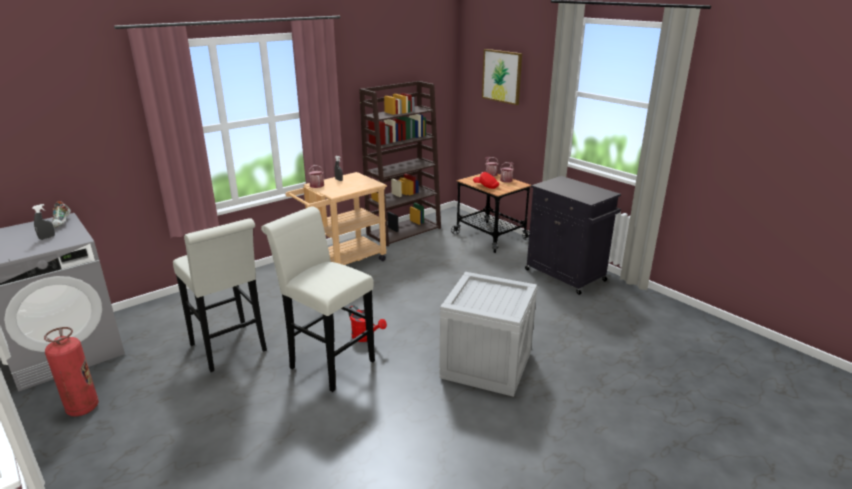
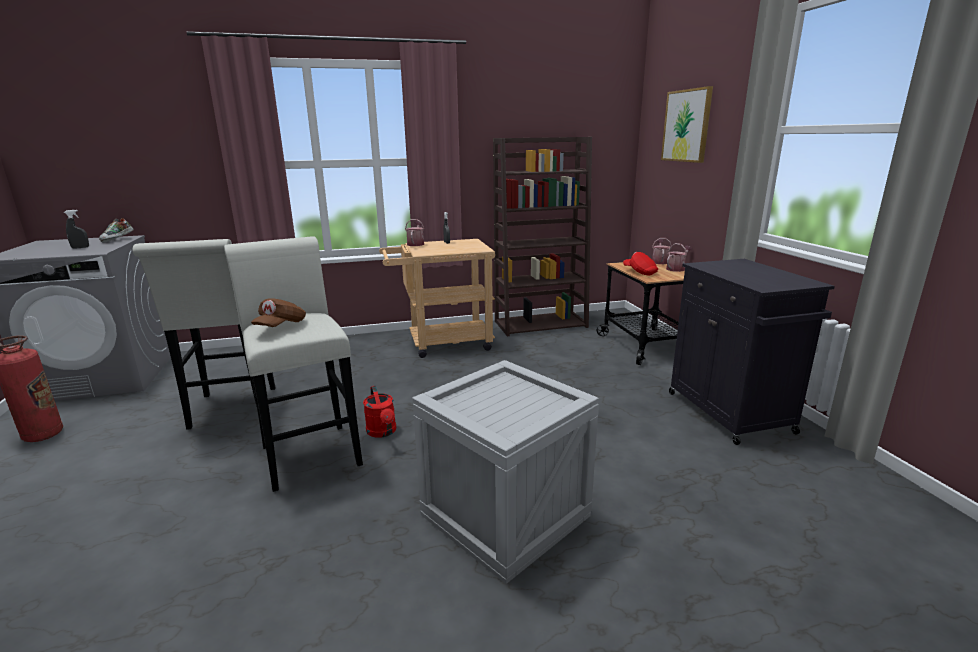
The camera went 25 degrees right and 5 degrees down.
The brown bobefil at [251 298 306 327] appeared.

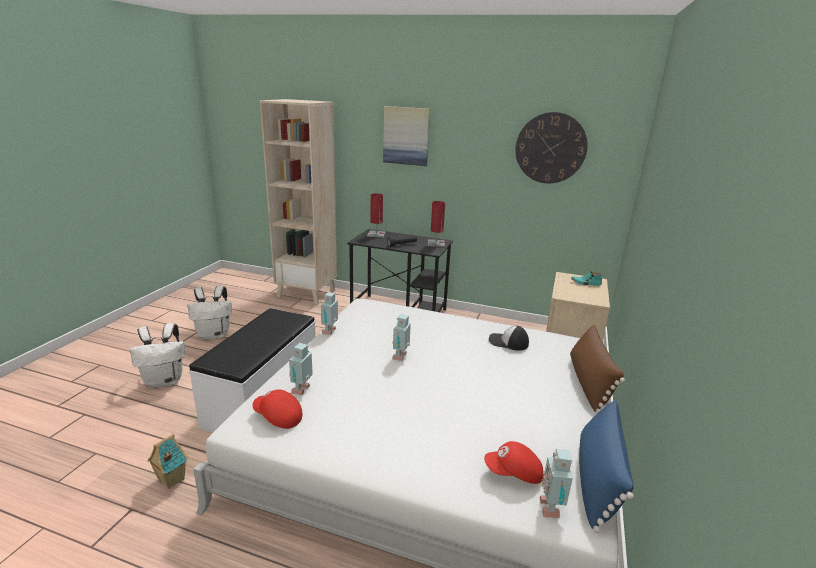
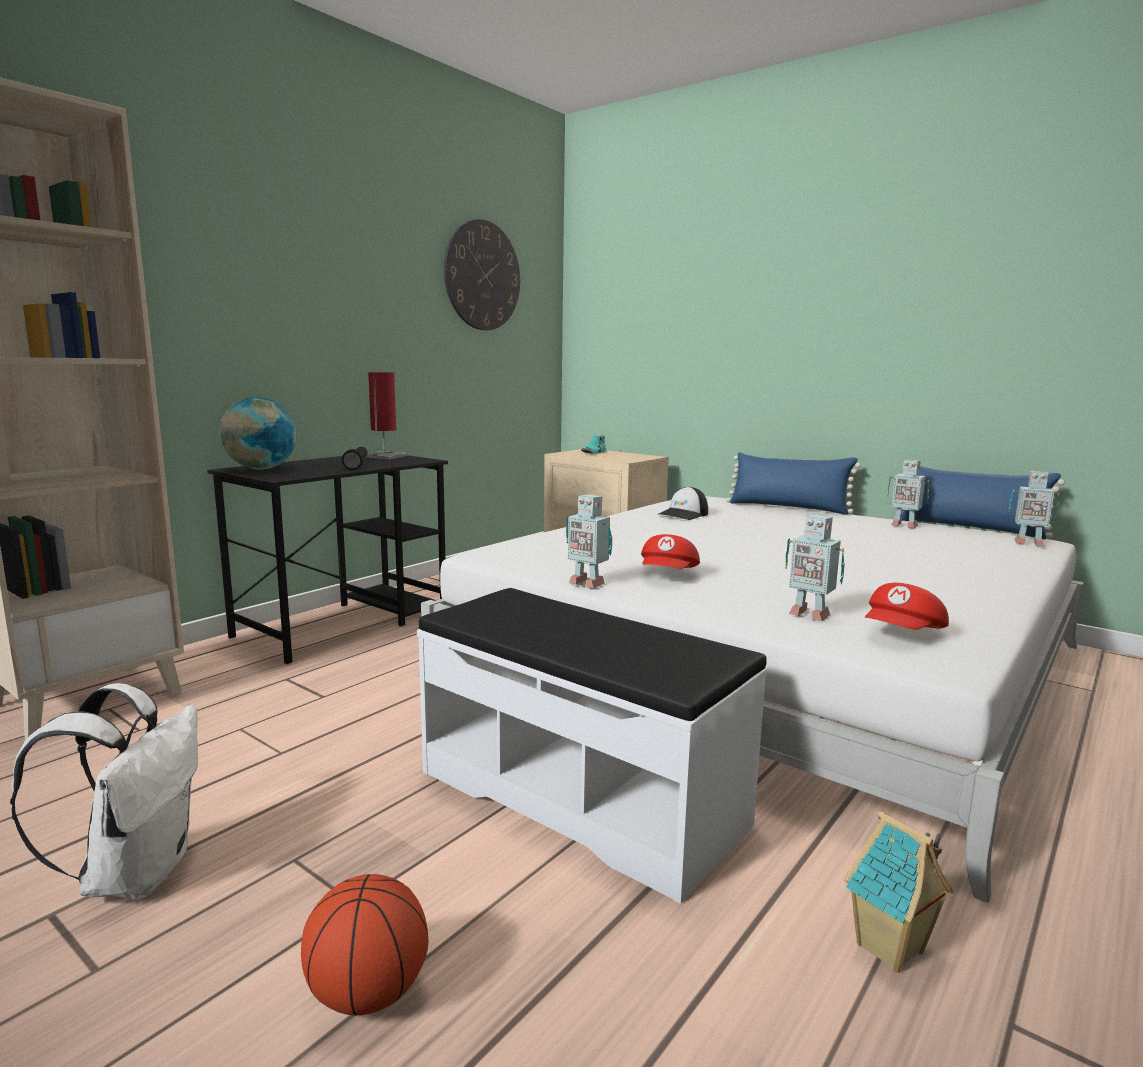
The camera went 70 degrees left and 10 degrees down.
The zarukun at [383 106 430 166] disappeared.
The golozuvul moved from [392 314 411 361] to [887 460 929 528].
The red bobefil moved from [484 441 543 484] to [641 534 700 569].
The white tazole at [130 323 185 388] was replaced by the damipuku at [301 874 428 1016].
The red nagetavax at [367 193 385 237] was replaced by the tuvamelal at [220 397 297 469].
The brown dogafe at [570 324 625 413] became the blue dogafe at [726 452 861 515].

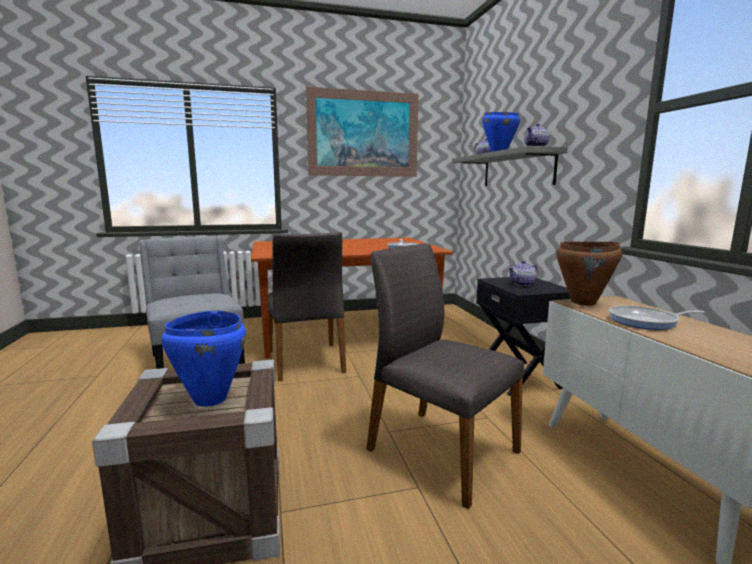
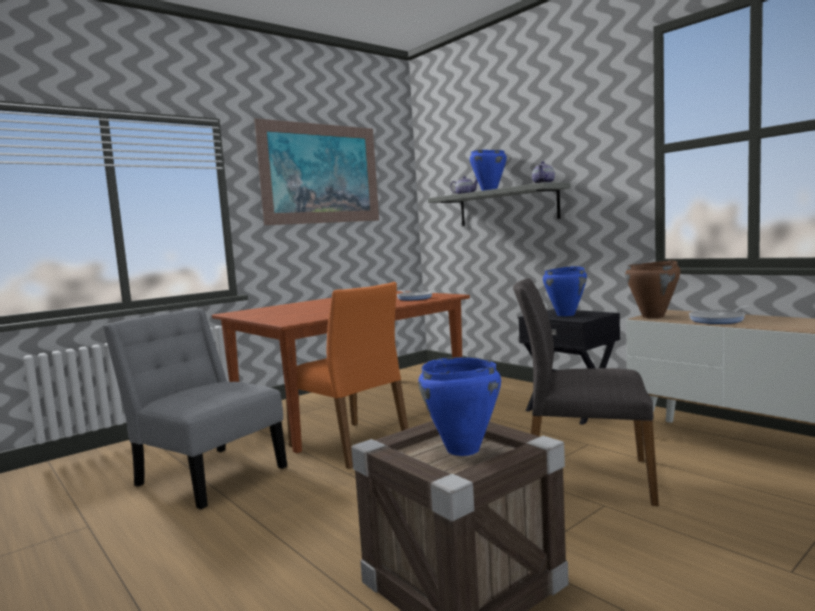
The camera went 25 degrees left and 5 degrees down.
The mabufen at [508 261 538 286] was replaced by the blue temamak at [543 266 587 316].
The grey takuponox at [268 232 346 382] became the orange takuponox at [286 282 408 469].

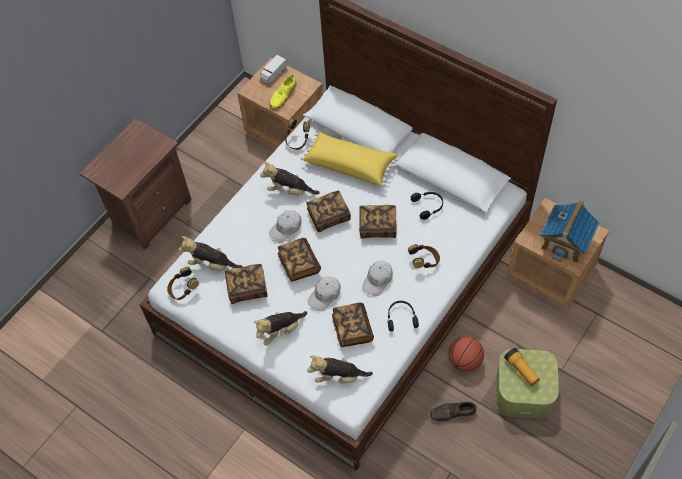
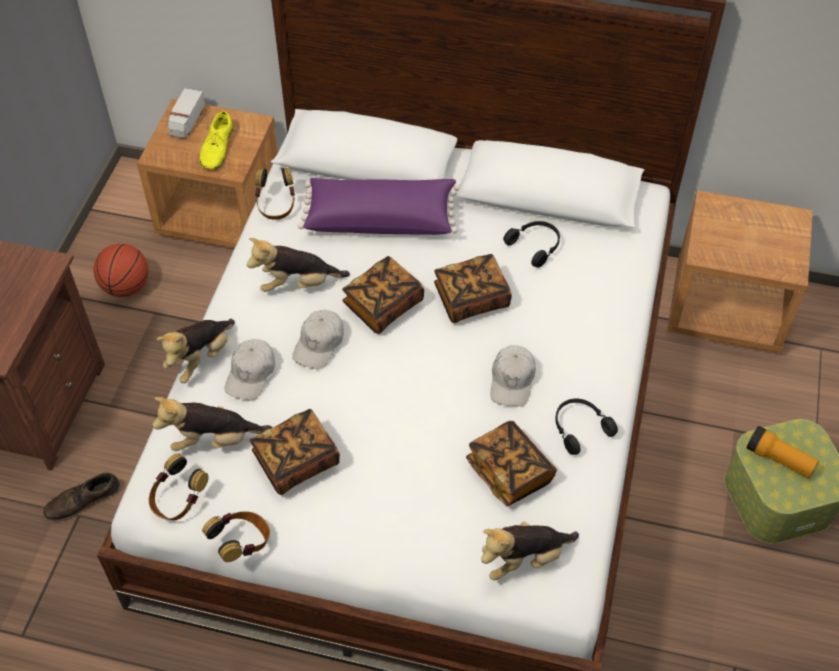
The camera went 25 degrees left and 5 degrees down.
The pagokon at [278 238 321 282] disappeared.
The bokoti at [540 200 600 263] disappeared.
The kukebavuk moved from [253 311 307 345] to [156 319 235 383].
The white bobefil moved from [308 277 341 311] to [225 339 275 400].
The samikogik moved from [408 244 440 268] to [202 511 270 562].
The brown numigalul moved from [430 402 476 422] to [43 472 120 521].
The damipuku moved from [448 336 484 372] to [94 244 149 297].
The yellow dogafe at [300 131 399 187] became the purple dogafe at [298 178 460 235].

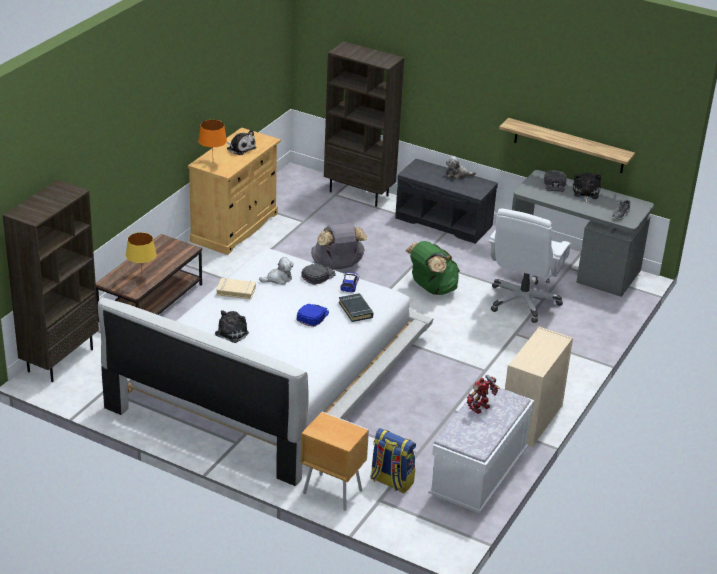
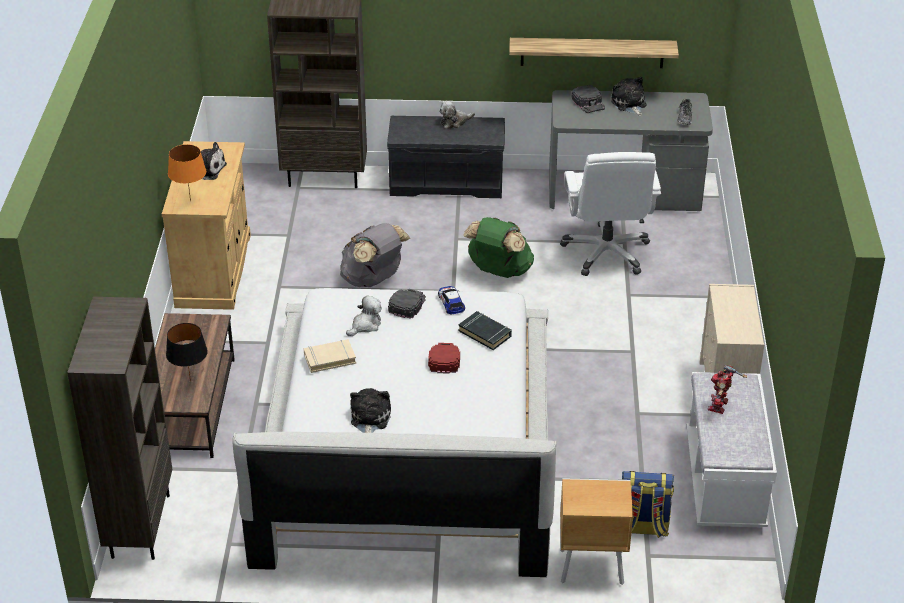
The camera went 25 degrees left and 5 degrees up.
The yellow nagetavax at [126 232 156 268] became the black nagetavax at [166 323 208 382].
The blue bobefil at [297 304 329 327] became the red bobefil at [428 343 460 374].

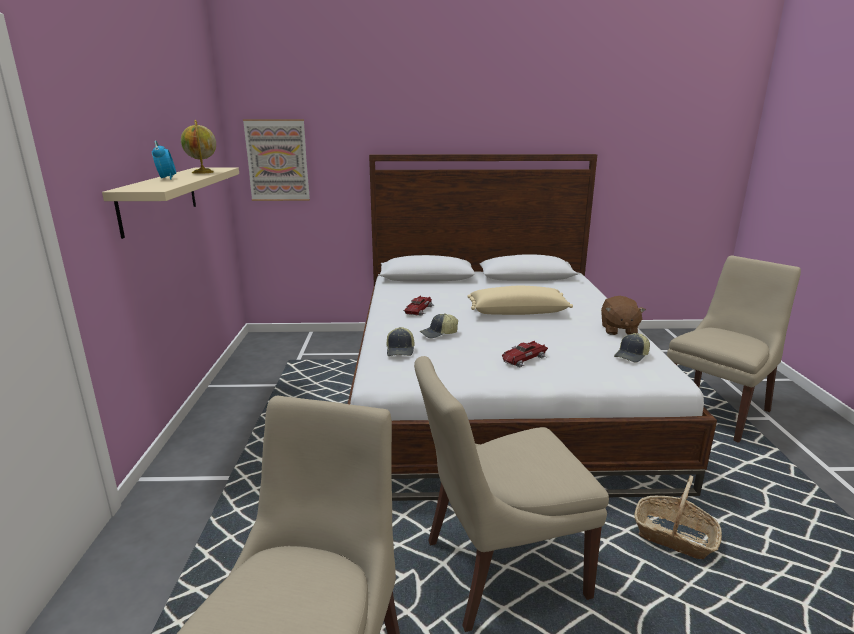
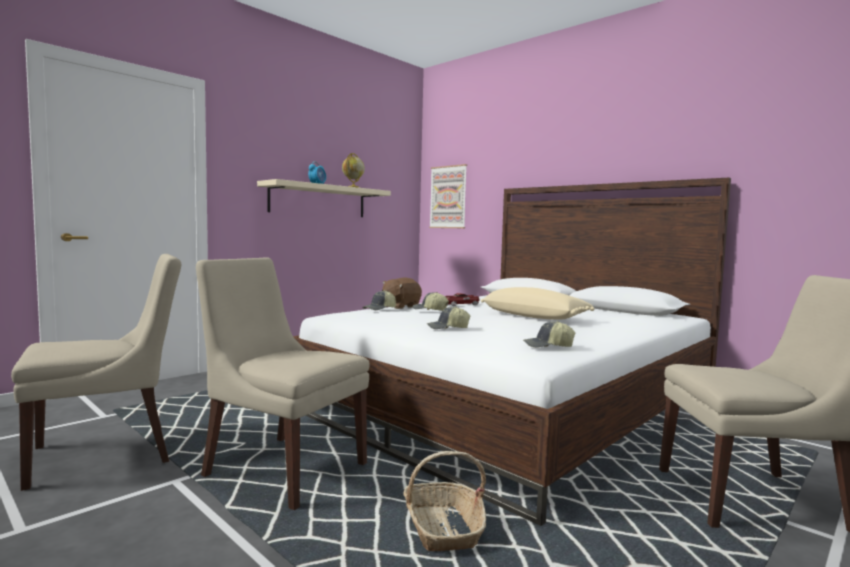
The camera went 45 degrees right and 15 degrees down.
The brown kukebavuk moved from [601 296 646 335] to [382 278 422 309].
The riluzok at [502 341 548 368] was replaced by the bobefil at [427 306 470 329].

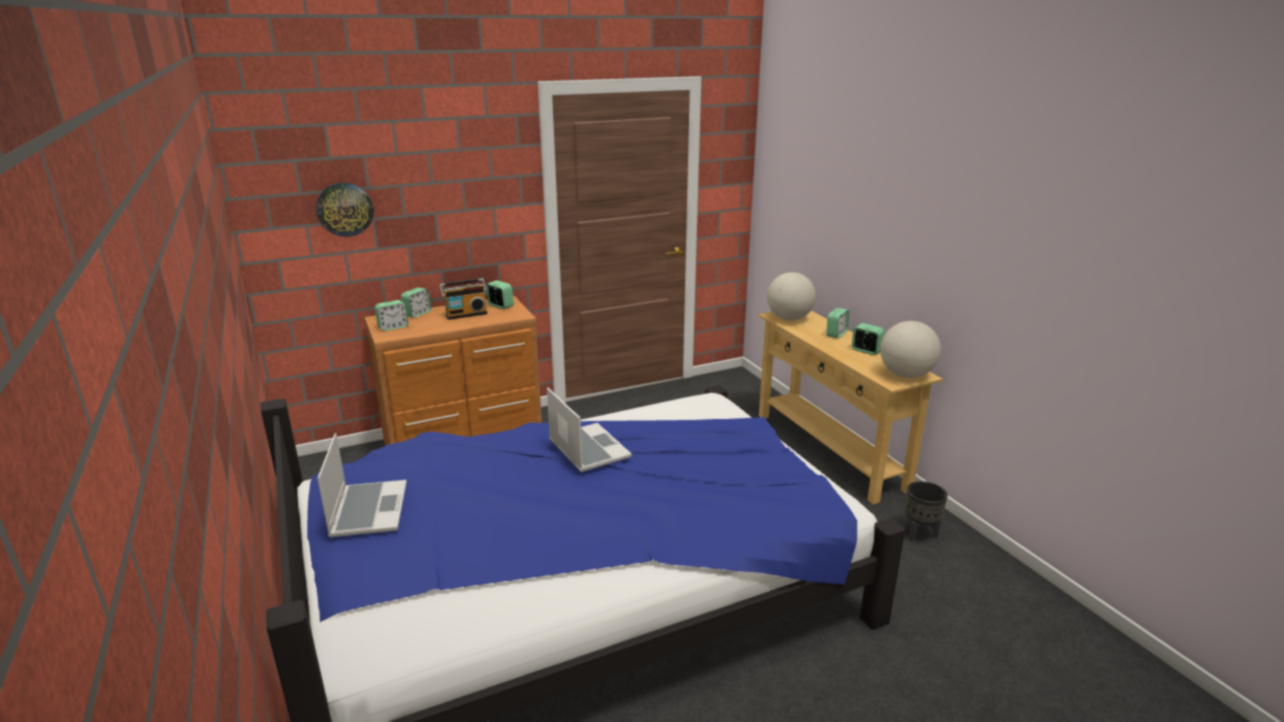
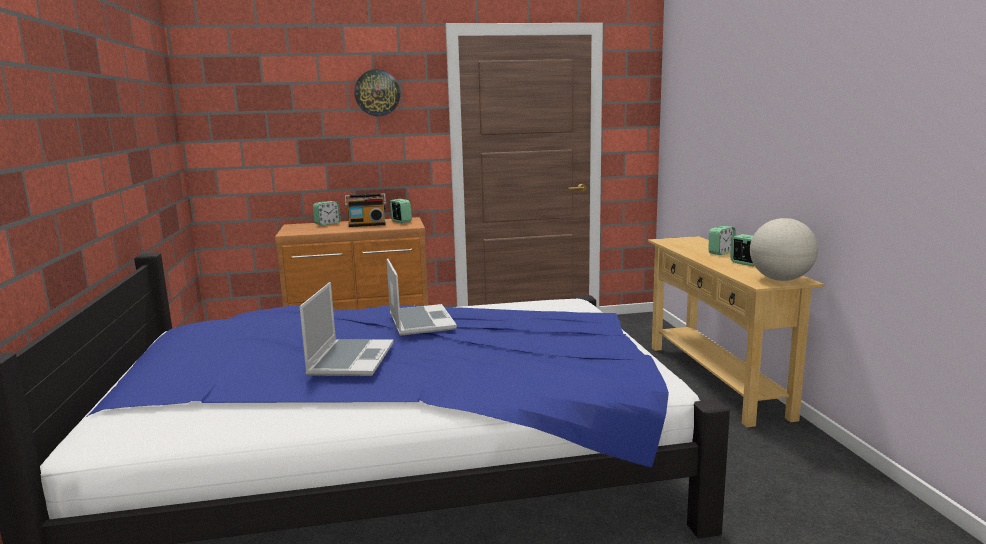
The camera went 15 degrees right and 10 degrees down.
The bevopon at [375 300 408 331] disappeared.
The tuvamelal at [767 272 816 320] disappeared.
The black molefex at [905 481 948 542] disappeared.
The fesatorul moved from [316 182 374 237] to [354 70 400 116].
The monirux moved from [317 433 407 537] to [300 282 394 376].

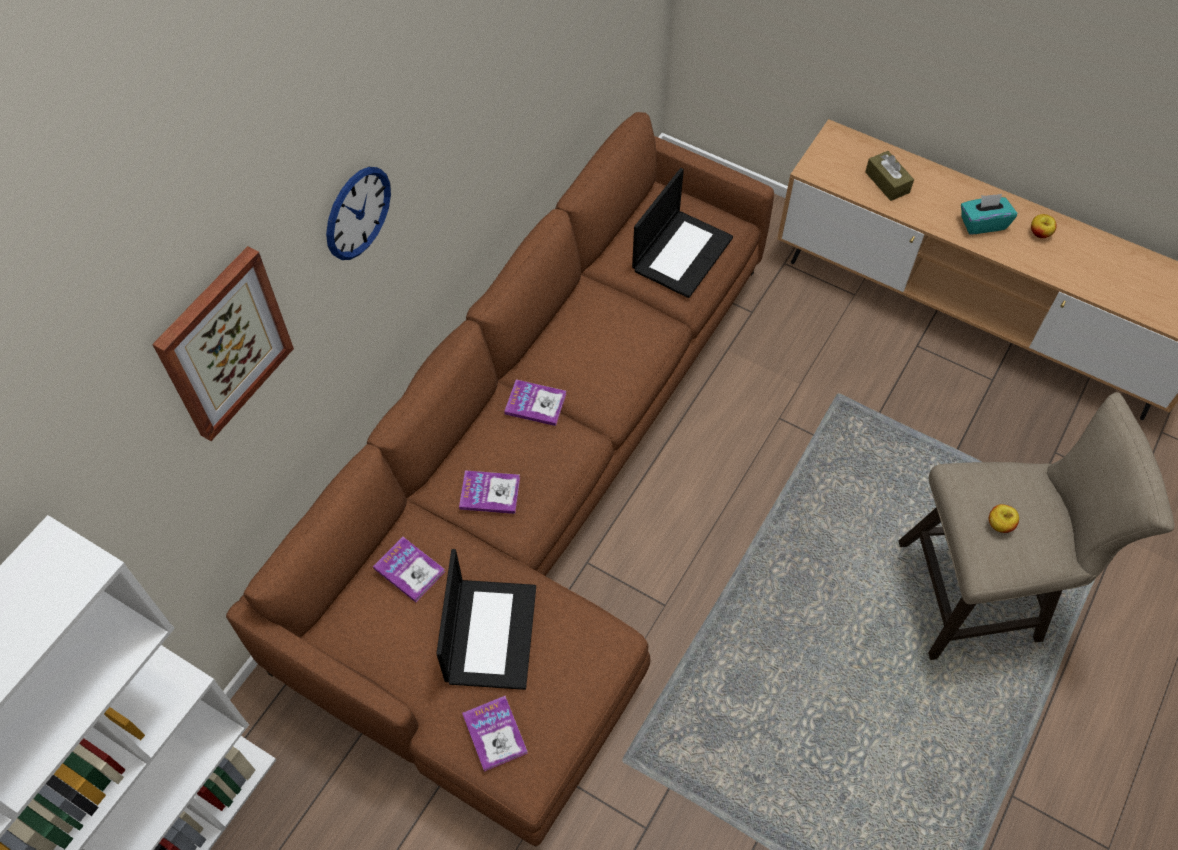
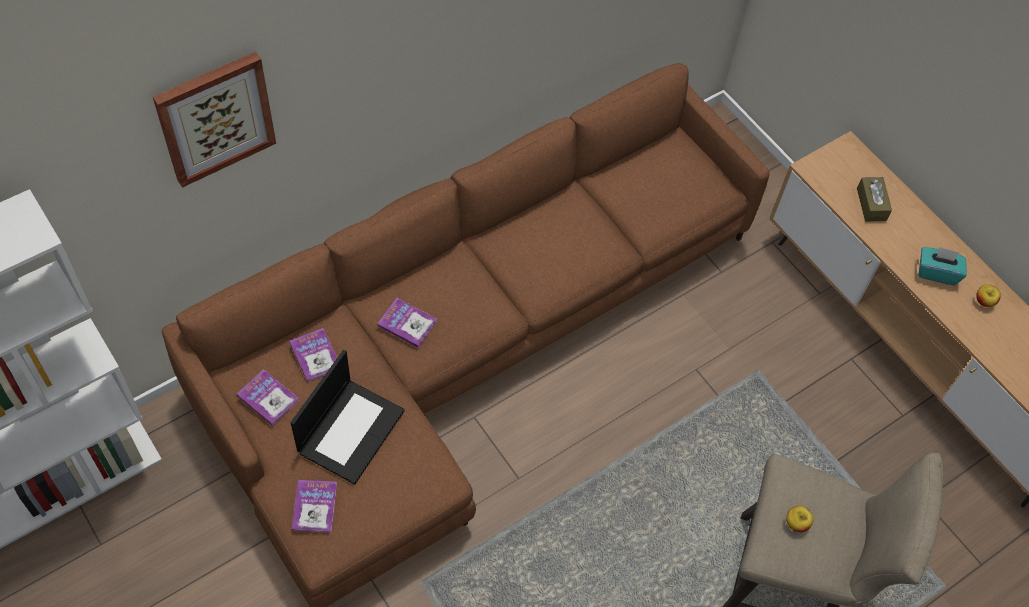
The camera went 20 degrees right and 0 degrees up.
The fesatorul at [326 167 391 260] disappeared.
The monirux at [632 168 733 298] disappeared.
The pagokon moved from [504 380 566 426] to [237 369 299 426].

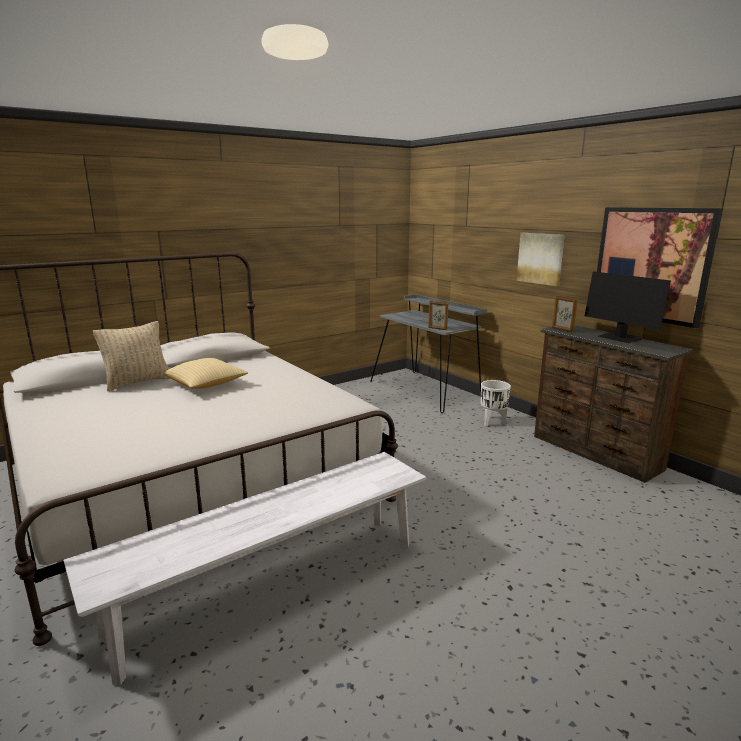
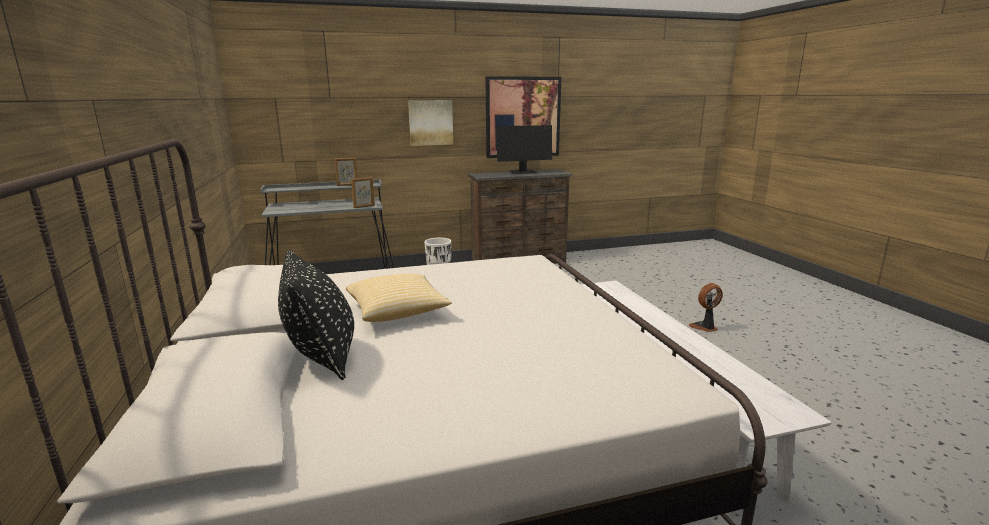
The camera went 70 degrees left and 0 degrees up.
The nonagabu at [689 283 723 332] appeared.
The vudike moved from [552 296 578 332] to [335 157 357 186].
The beige dogafe at [93 321 170 391] became the black dogafe at [278 250 354 380].

